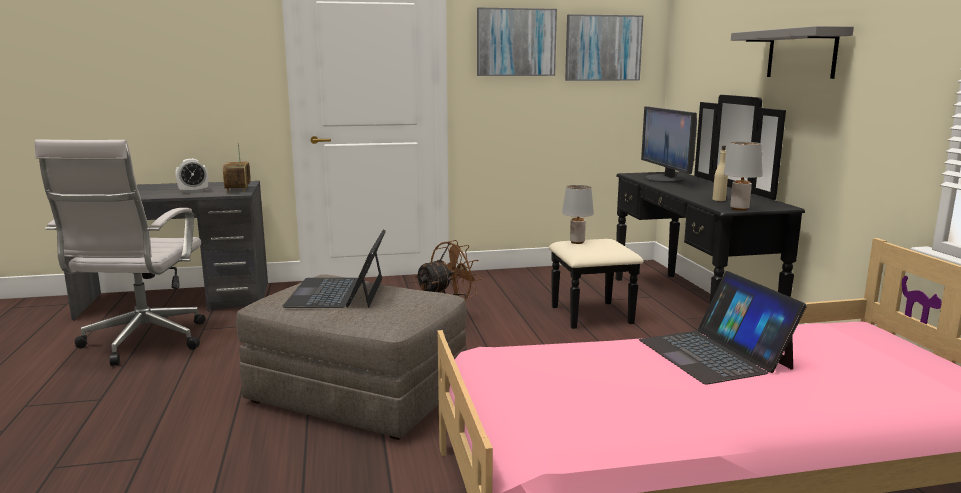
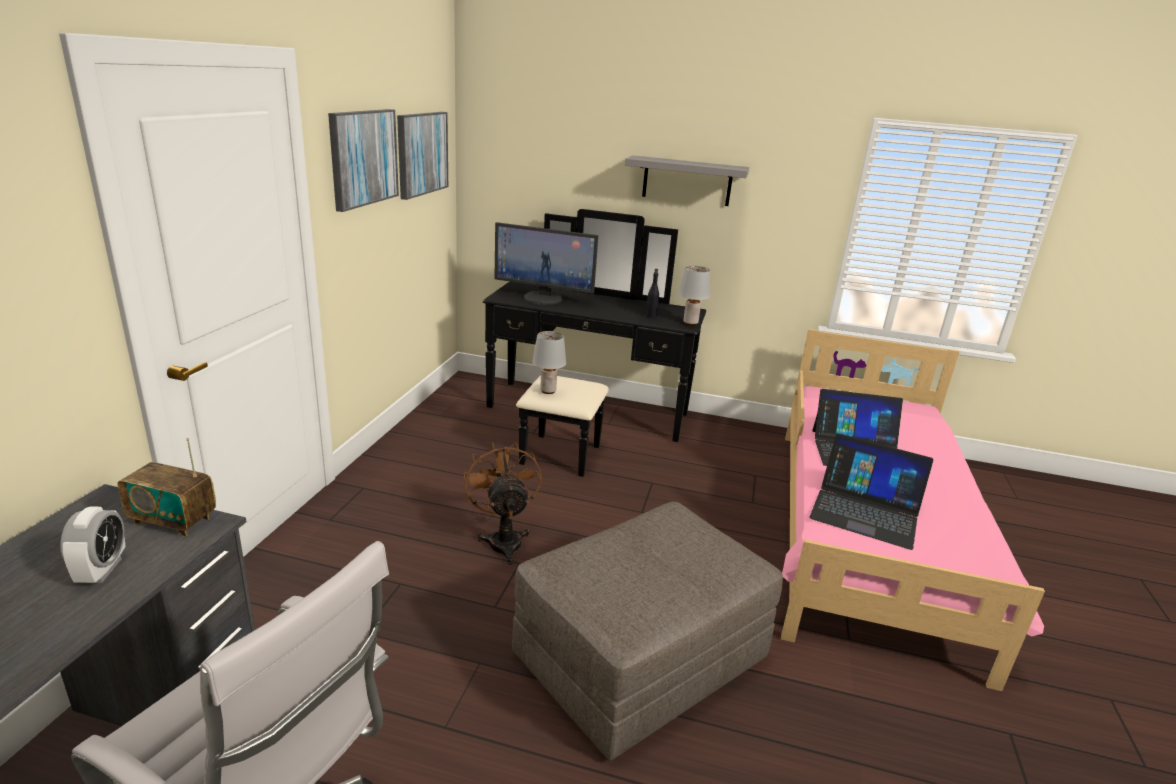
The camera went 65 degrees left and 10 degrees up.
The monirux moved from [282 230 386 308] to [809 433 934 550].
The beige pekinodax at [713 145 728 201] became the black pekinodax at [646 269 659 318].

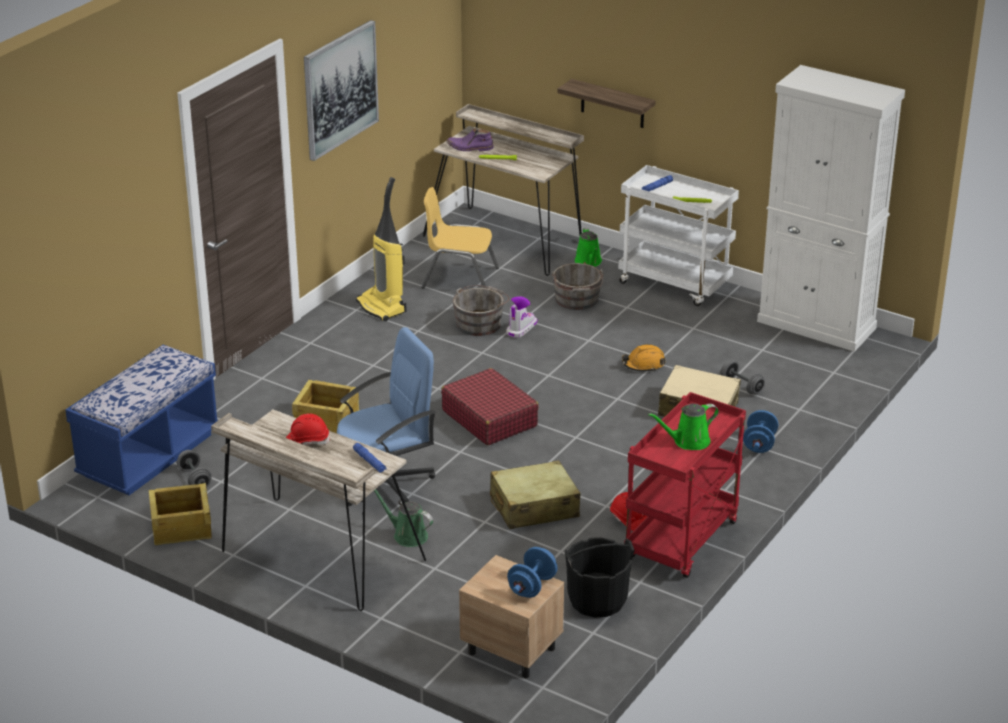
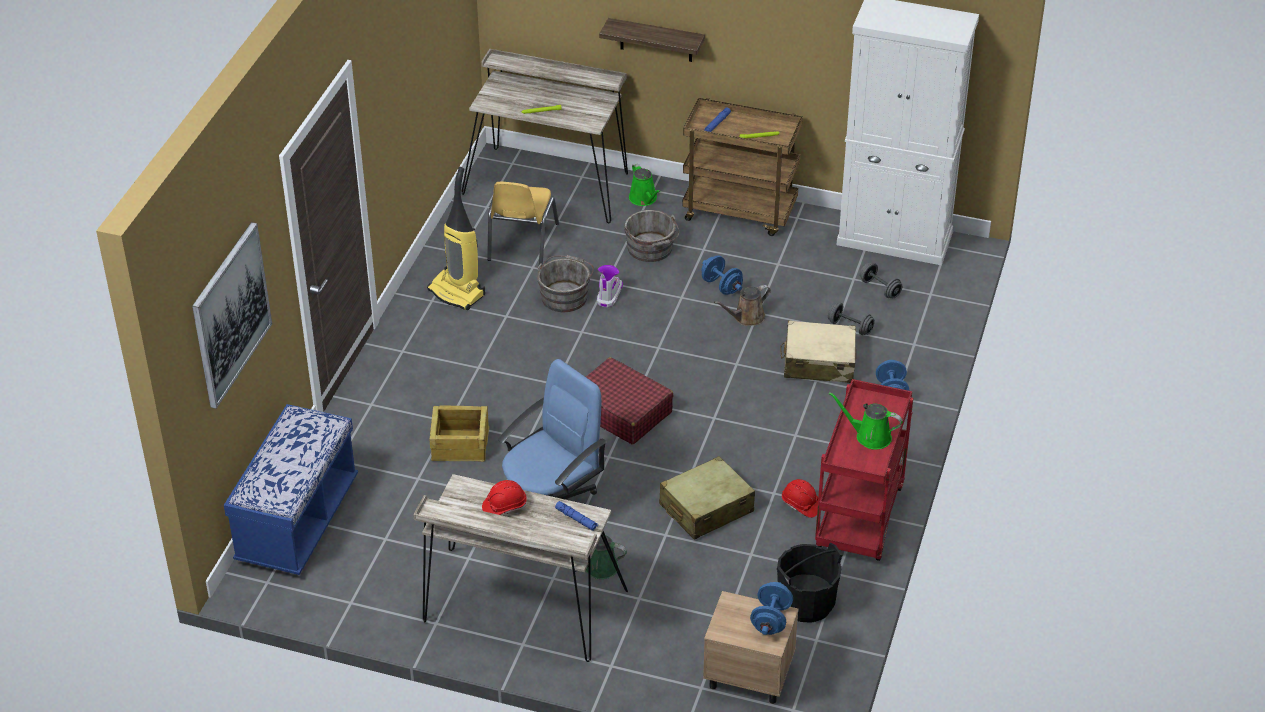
The camera went 15 degrees left and 10 degrees up.
The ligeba at [149 483 212 545] disappeared.
The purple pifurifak at [447 128 494 151] disappeared.
The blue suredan at [701 256 743 295] appeared.
The grey suredan moved from [177 450 211 488] to [860 263 903 298].
The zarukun moved from [304 20 379 161] to [192 222 272 409].
The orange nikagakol at [622 344 665 372] was replaced by the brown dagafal at [714 285 771 326].
The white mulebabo at [618 165 739 306] became the brown mulebabo at [682 98 803 236].
The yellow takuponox at [421 187 499 289] turned 75 degrees counterclockwise.
The green dagafal at [648 404 719 450] turned 60 degrees clockwise.

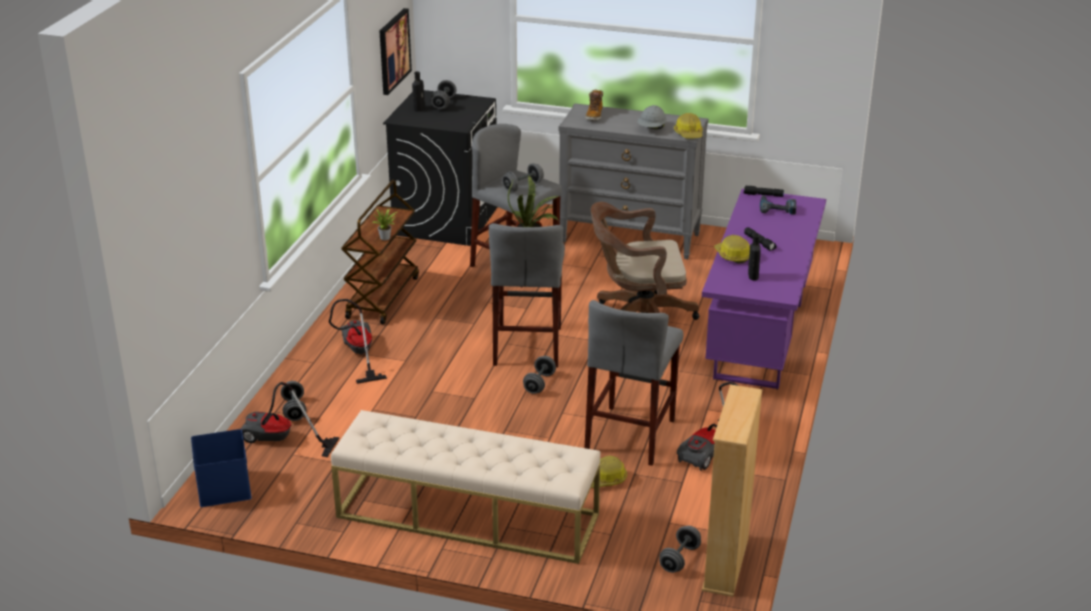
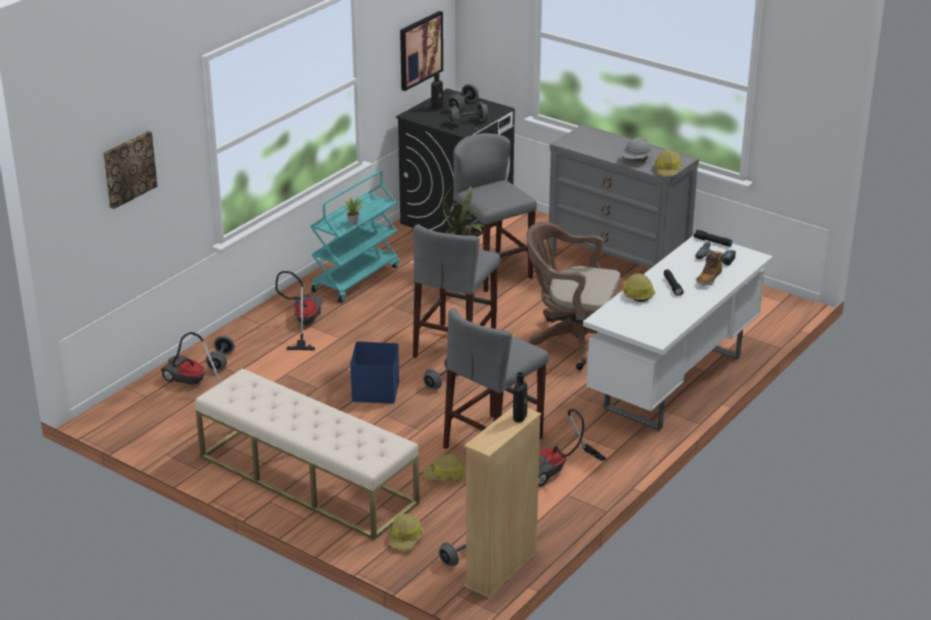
The camera went 20 degrees right and 0 degrees up.
The zarukun at [103 131 158 209] appeared.
The nikagakol at [389 514 424 550] appeared.
The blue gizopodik moved from [191 429 252 507] to [350 341 400 404].
The grey suredan moved from [502 163 544 192] to [448 102 488 125].
The pifurifak moved from [585 89 603 121] to [696 251 723 286].
The black pekinodax moved from [748 234 761 280] to [513 372 527 423].
The brown mulebabo at [341 180 419 324] became the turquoise mulebabo at [310 171 399 303].
The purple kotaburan at [702 189 826 390] became the white kotaburan at [583 235 773 431].

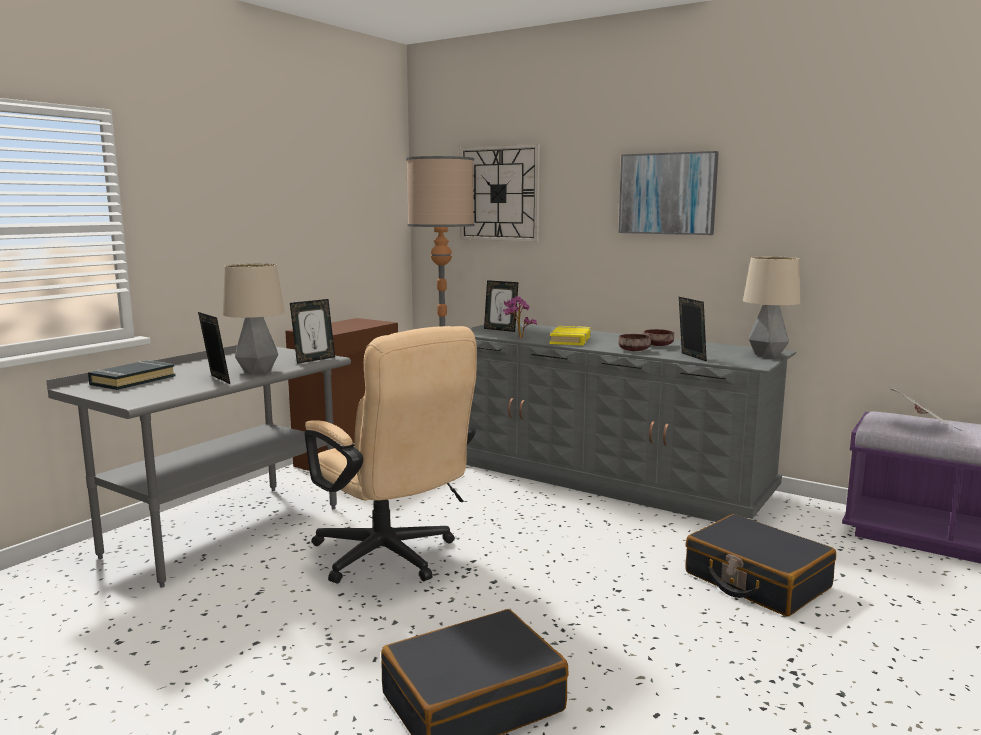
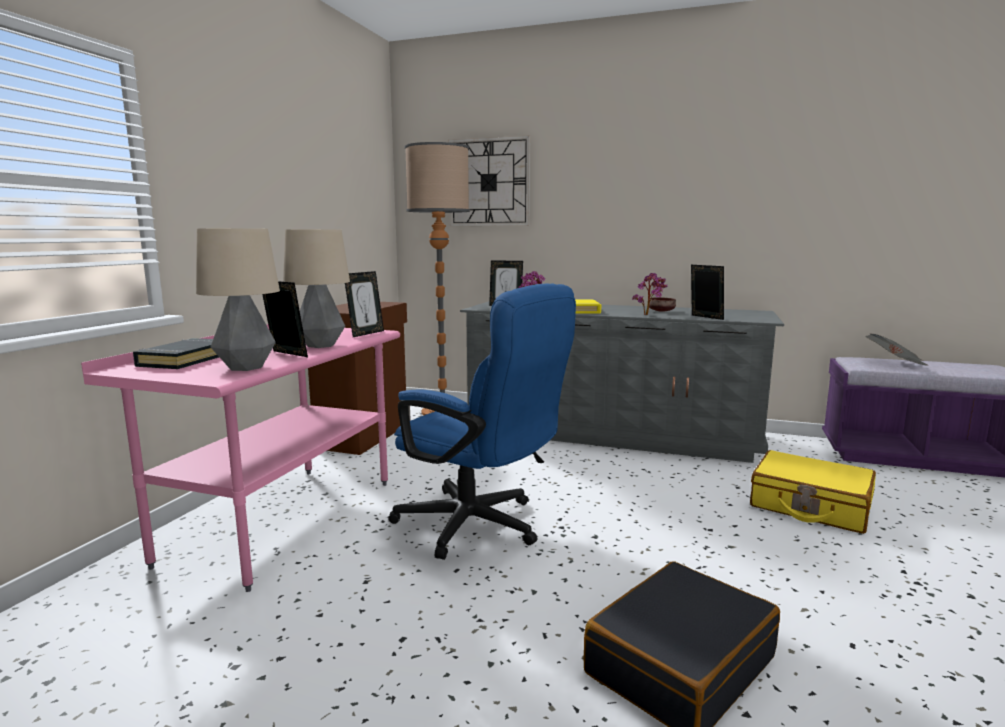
The camera went 15 degrees left and 0 degrees up.
The zarukun at [619 151 719 235] disappeared.
The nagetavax moved from [743 256 801 358] to [196 228 280 371].
The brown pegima at [619 334 651 351] was replaced by the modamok at [632 273 668 315].
The grey kotaburan at [46 345 351 588] became the pink kotaburan at [81 324 400 592].
The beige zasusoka at [304 326 477 584] became the blue zasusoka at [388 284 576 560].
The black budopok at [685 514 836 617] became the yellow budopok at [750 450 876 534].

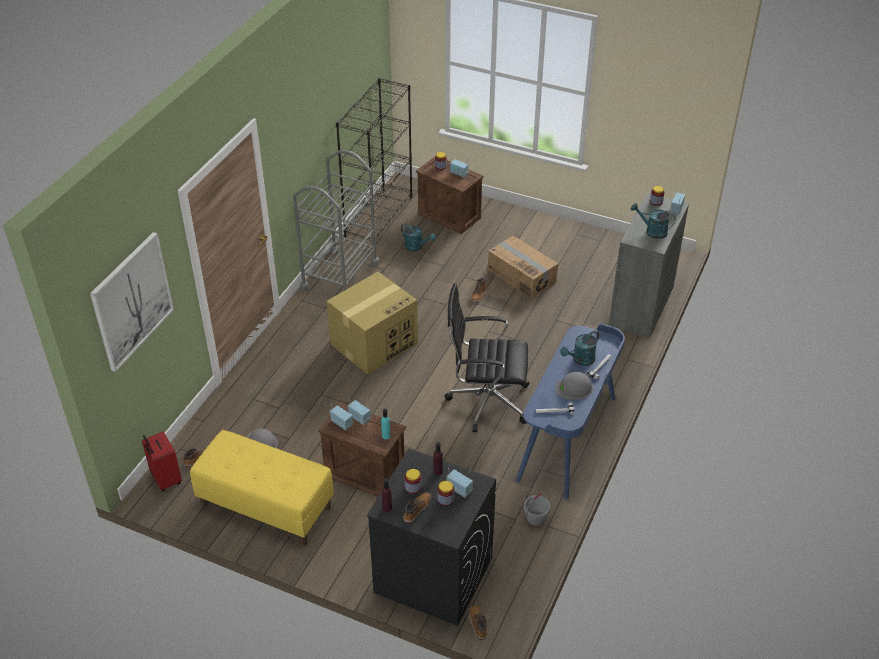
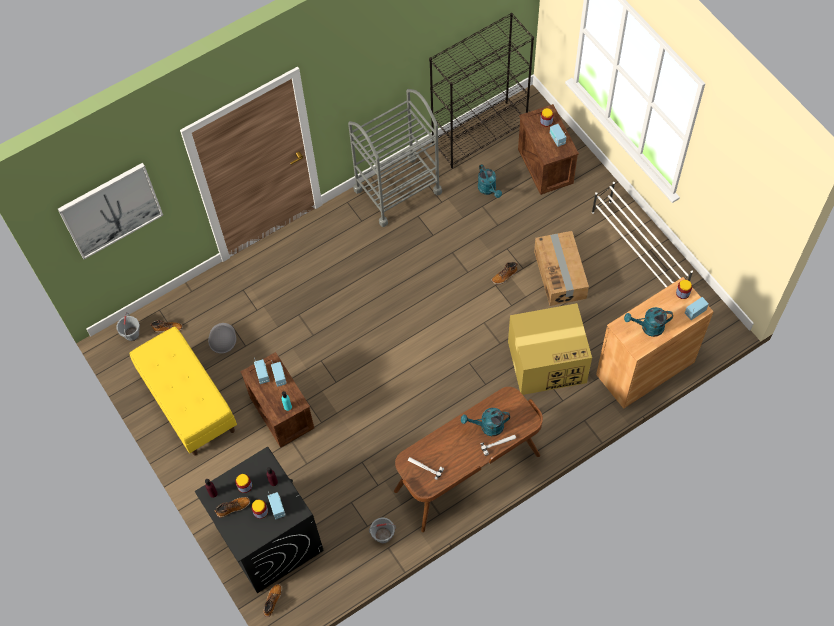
The camera went 35 degrees right and 20 degrees up.
The black zasusoka at [445 283 529 432] disappeared.
The grey nikagakol at [555 372 593 400] disappeared.
The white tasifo at [592 182 693 287] appeared.
The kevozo moved from [327 272 418 375] to [508 303 592 395].
The red budopok at [142 432 182 492] was replaced by the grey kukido at [117 312 140 341].
The blue kotaburan at [516 324 625 500] became the brown kotaburan at [394 387 543 532].
The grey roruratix at [609 193 689 338] became the brown roruratix at [596 277 714 409].
The turquoise dagafal at [631 203 676 239] turned 60 degrees counterclockwise.

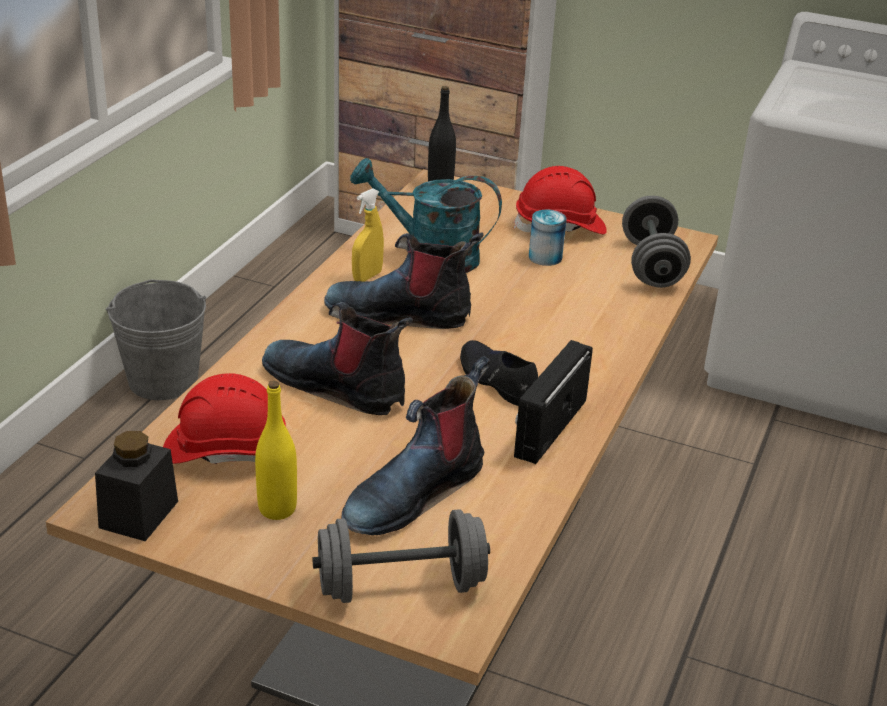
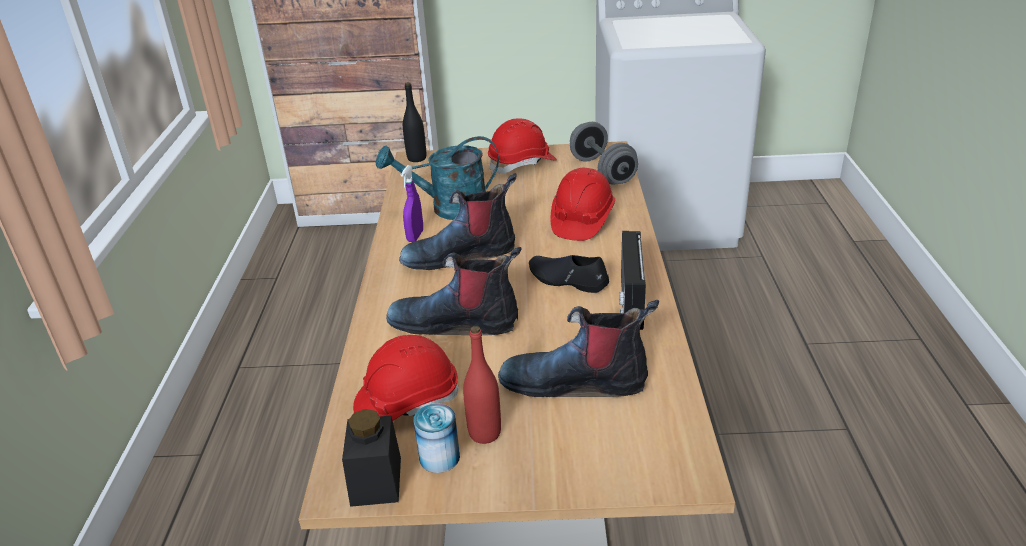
The camera went 20 degrees left and 0 degrees up.
The grey kukido at [106 279 206 400] disappeared.
The grey suredan at [313 509 490 603] disappeared.
The red nikagakol at [550 168 615 241] appeared.
The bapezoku moved from [529 209 567 266] to [413 403 460 473].
The yellow pekinodax at [255 381 297 520] became the red pekinodax at [463 326 501 444].
The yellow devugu at [352 188 384 282] became the purple devugu at [401 165 423 242].
The pifurifak at [341 356 490 535] turned 75 degrees clockwise.

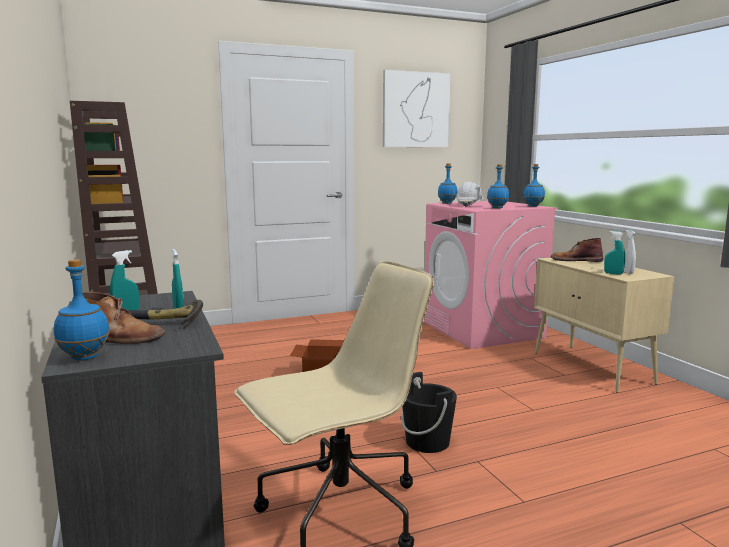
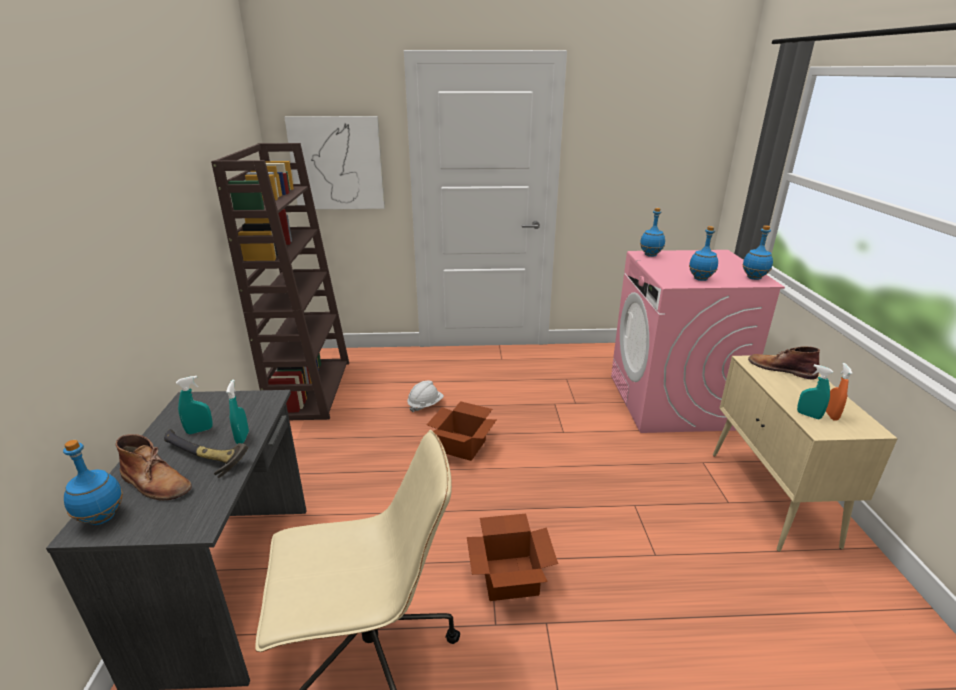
The camera went 20 degrees right and 15 degrees up.
The zarukun moved from [383 70 451 147] to [284 116 385 209].
The white nikagakol moved from [455 182 483 207] to [407 381 444 412].
The black kukido at [401 372 457 453] was replaced by the kevozo at [467 514 558 601].
The white devugu at [623 230 636 274] became the orange devugu at [826 363 853 421].

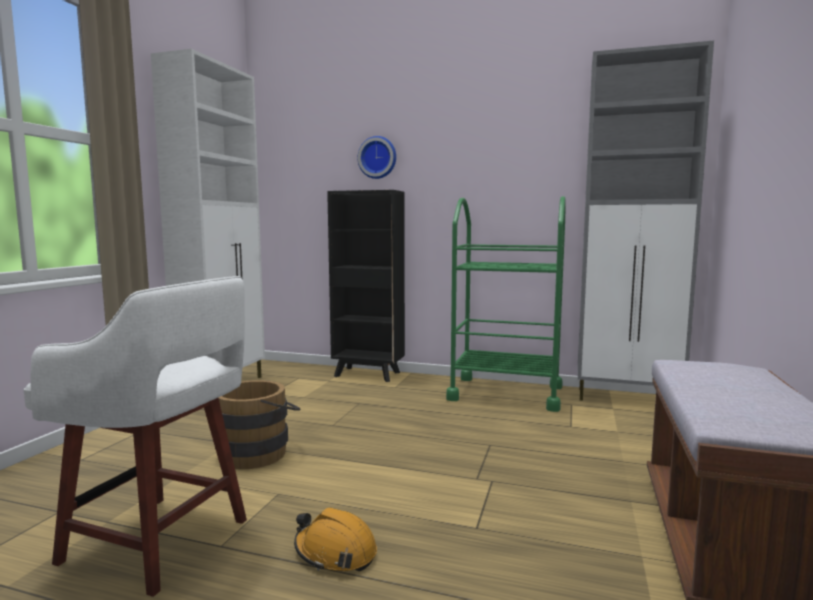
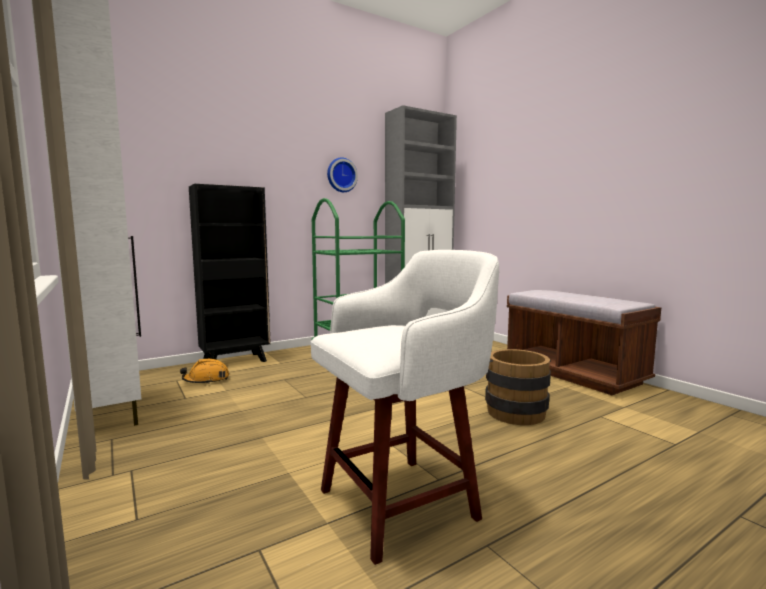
The camera went 50 degrees left and 0 degrees up.
The brown kukido moved from [218 380 301 469] to [485 349 551 425].
The orange nikagakol moved from [294 507 377 571] to [180 359 229 384].
The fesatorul moved from [357 136 396 179] to [327 158 358 192].

